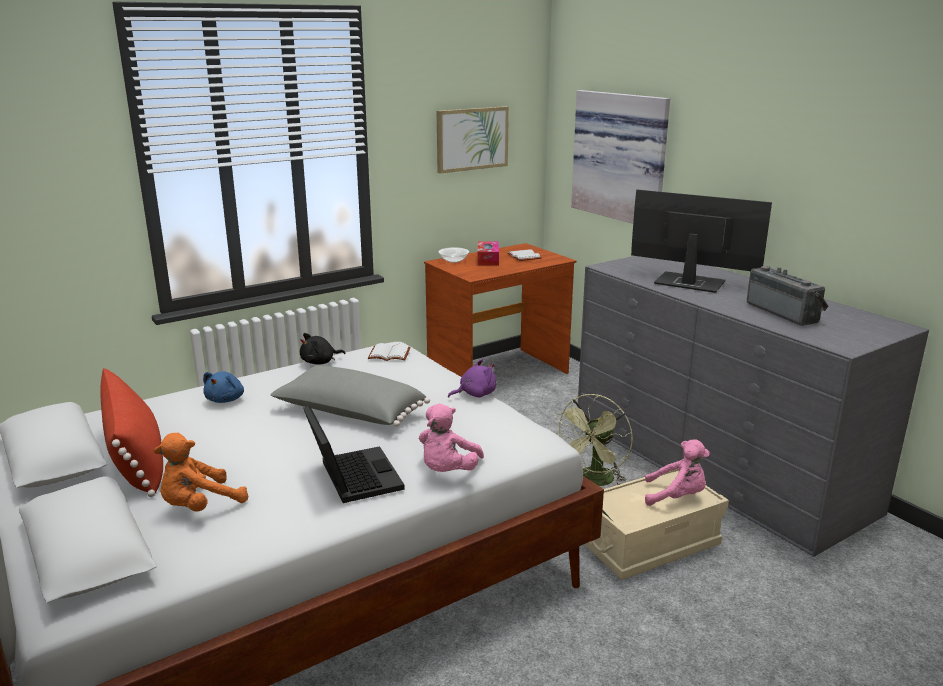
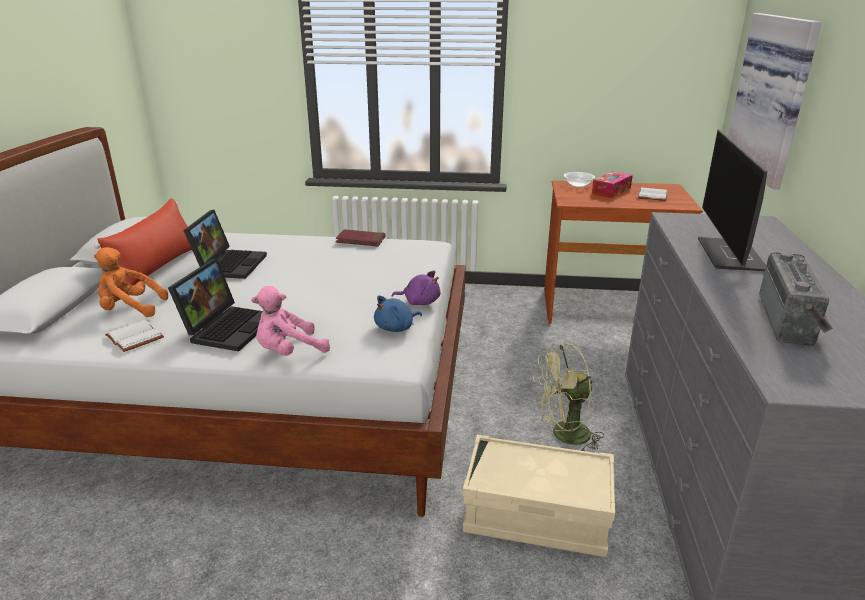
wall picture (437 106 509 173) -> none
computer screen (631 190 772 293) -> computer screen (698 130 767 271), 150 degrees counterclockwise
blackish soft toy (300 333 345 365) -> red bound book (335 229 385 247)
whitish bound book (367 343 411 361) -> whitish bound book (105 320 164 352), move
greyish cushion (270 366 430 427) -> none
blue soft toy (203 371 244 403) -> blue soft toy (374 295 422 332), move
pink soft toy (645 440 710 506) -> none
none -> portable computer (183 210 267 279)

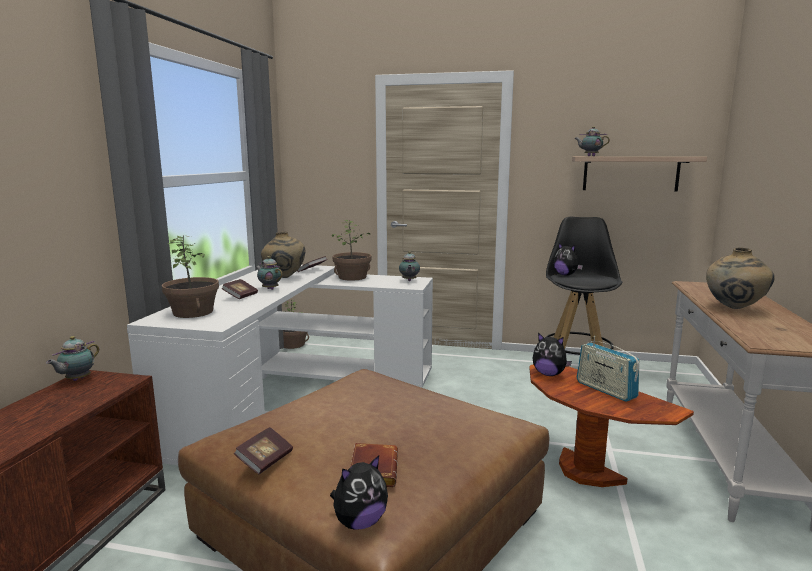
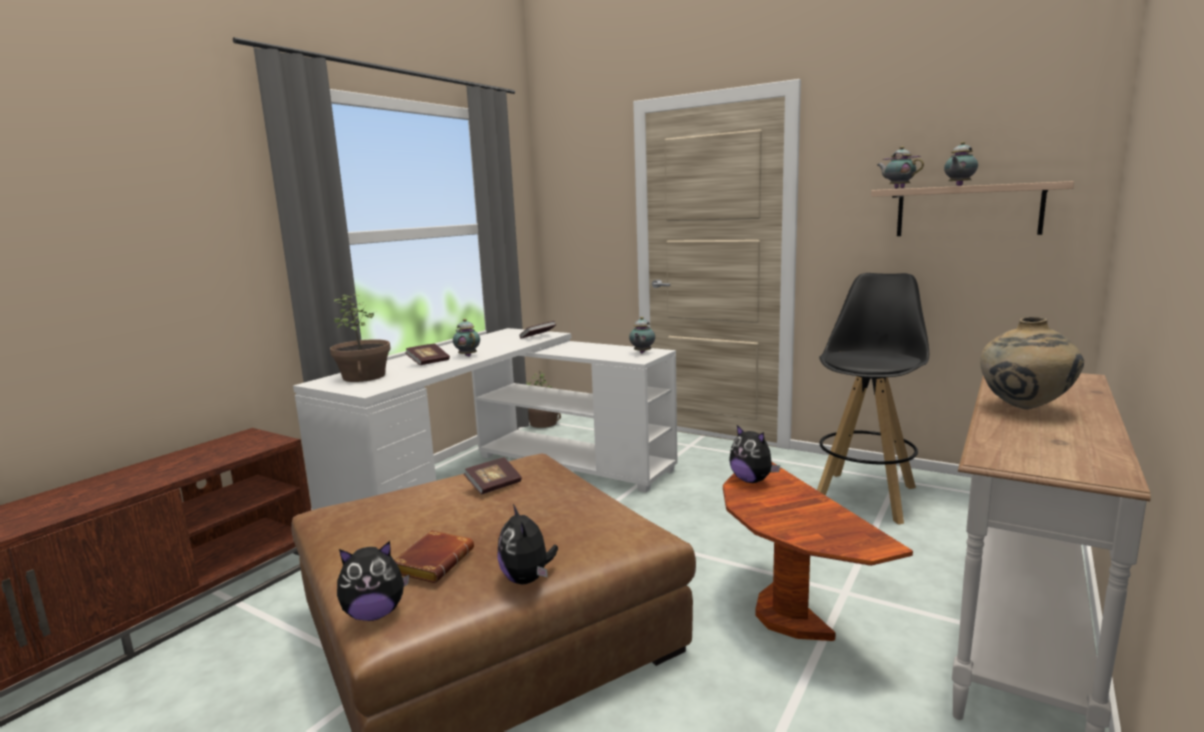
plant in a pot (332 220 371 281) -> none
beige vase (261 232 306 278) -> none
soft toy (554 243 583 275) -> soft toy (498 504 558 584), move
teapot (46 336 99 381) -> teapot (944 142 978 186), move
radio (577 336 640 402) -> none
bound book (234 427 293 474) -> bound book (464 457 522 494), move

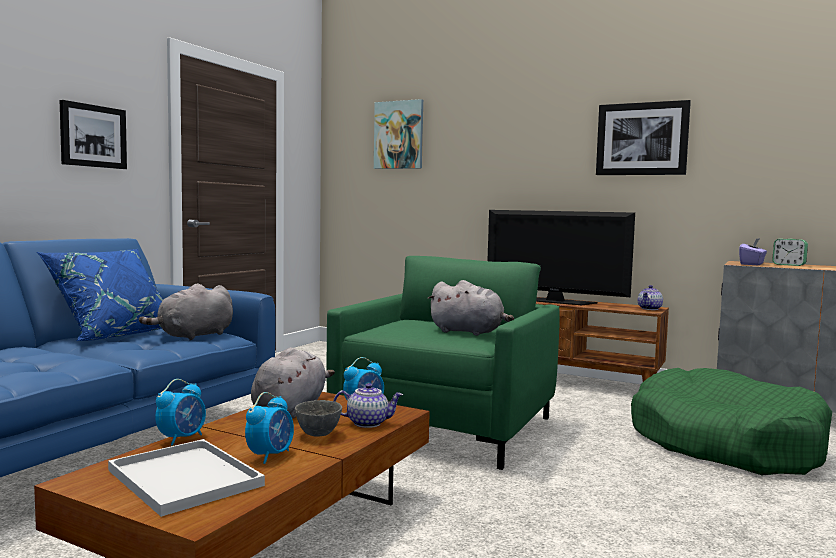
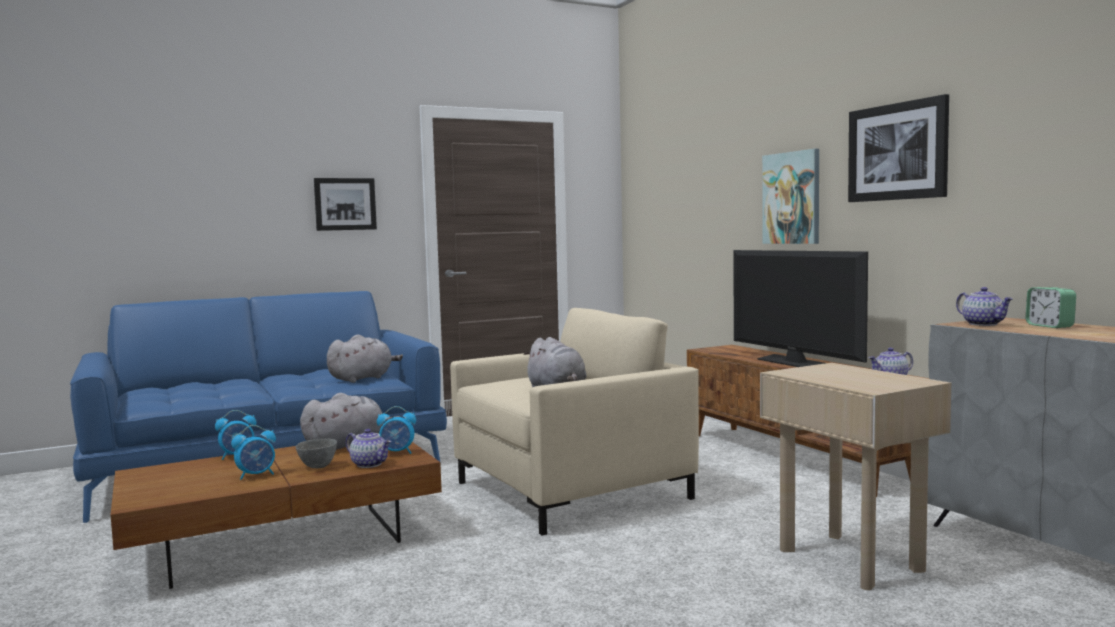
wall picture (374 99 423 169) -> wall picture (762 149 819 244), move
purple-coloured tissue holder (739 238 767 265) -> teapot (956 287 1013 326)
blue cushion (37 249 163 341) -> none
green lounge chair (327 256 560 470) -> beige lounge chair (450 308 699 536)
greyish soft toy (139 284 233 340) -> greyish soft toy (327 335 403 383), 150 degrees clockwise
green dog cushion (631 368 832 475) -> beige side table (760 363 951 590)
whitish serving tray (108 439 265 517) -> none

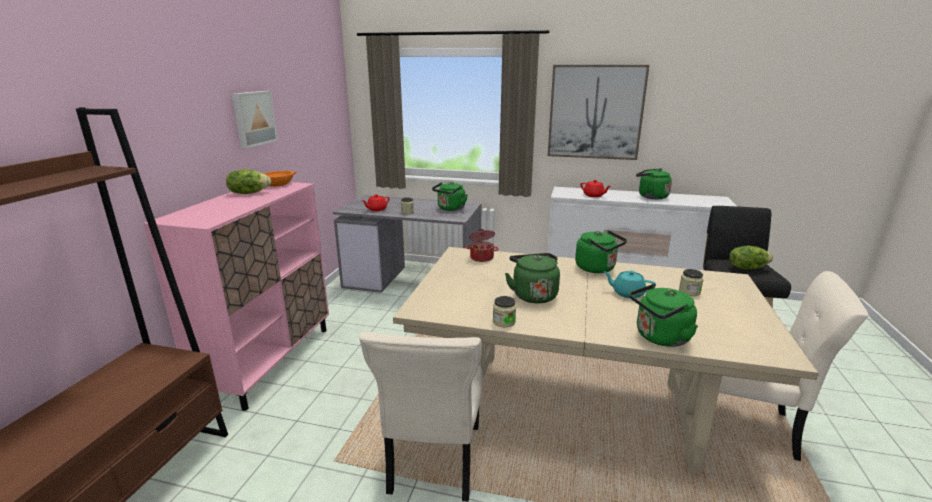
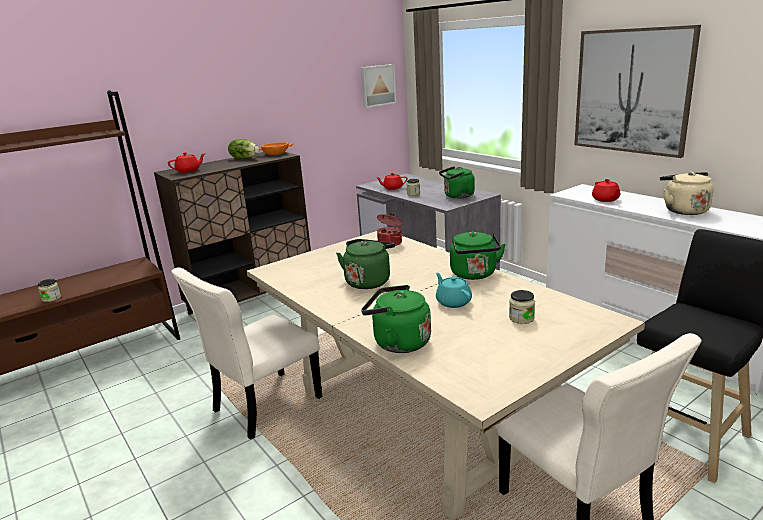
wall picture (232 91 278 148) -> wall picture (361 64 396 108), move
green water kettle (636 168 672 199) -> beige water kettle (660 172 714 215)
pink cupboard (144 182 329 411) -> brown cupboard (154 152 311 315)
head of lettuce (729 246 773 269) -> none
storage jar (493 296 516 327) -> storage jar (38 279 61 302), move
none -> red teapot (168 152 206 173)

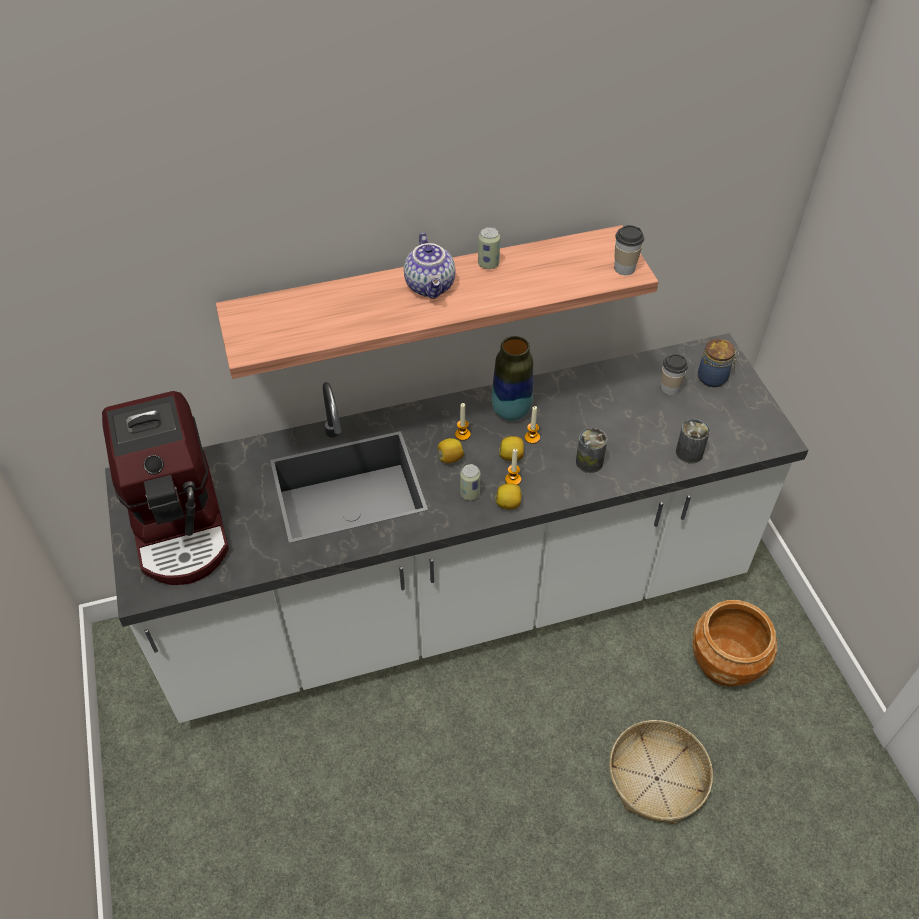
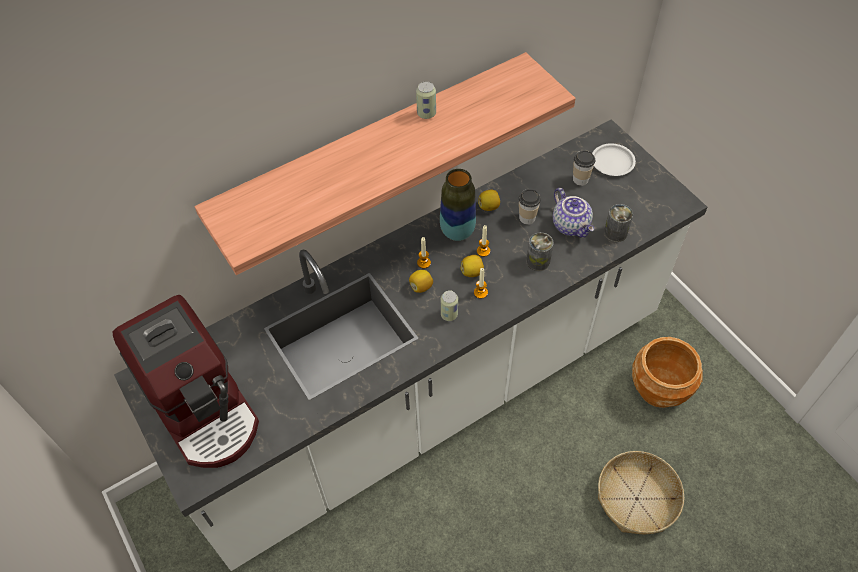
cup (614 225 644 275) -> cup (519 189 541 225), move
teapot (404 233 456 299) -> teapot (553 188 594 238), move
storage jar (698 339 739 387) -> whitish flat dish (592 143 636 176)
citrus fruit (495 483 522 510) -> citrus fruit (478 190 500 211), move

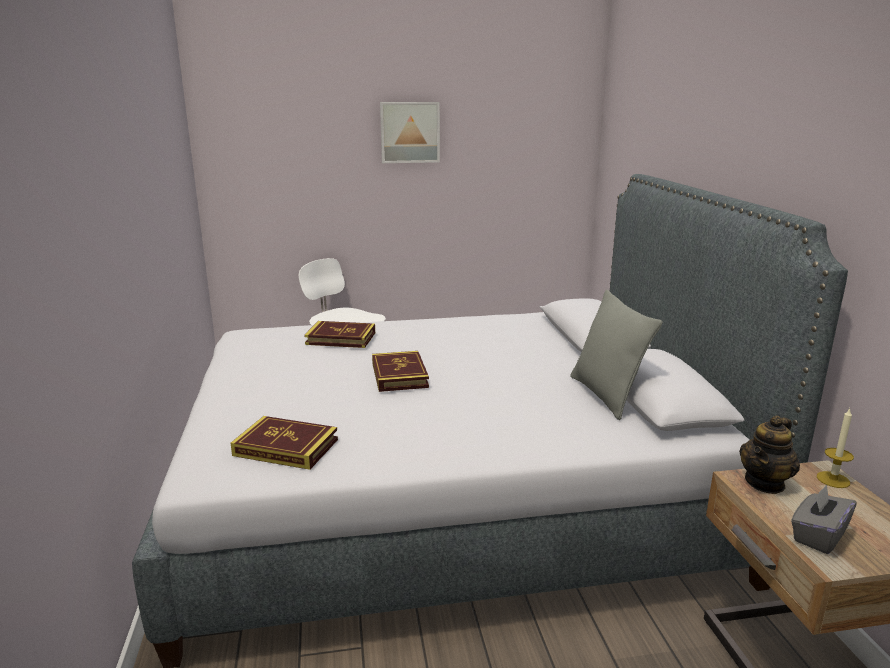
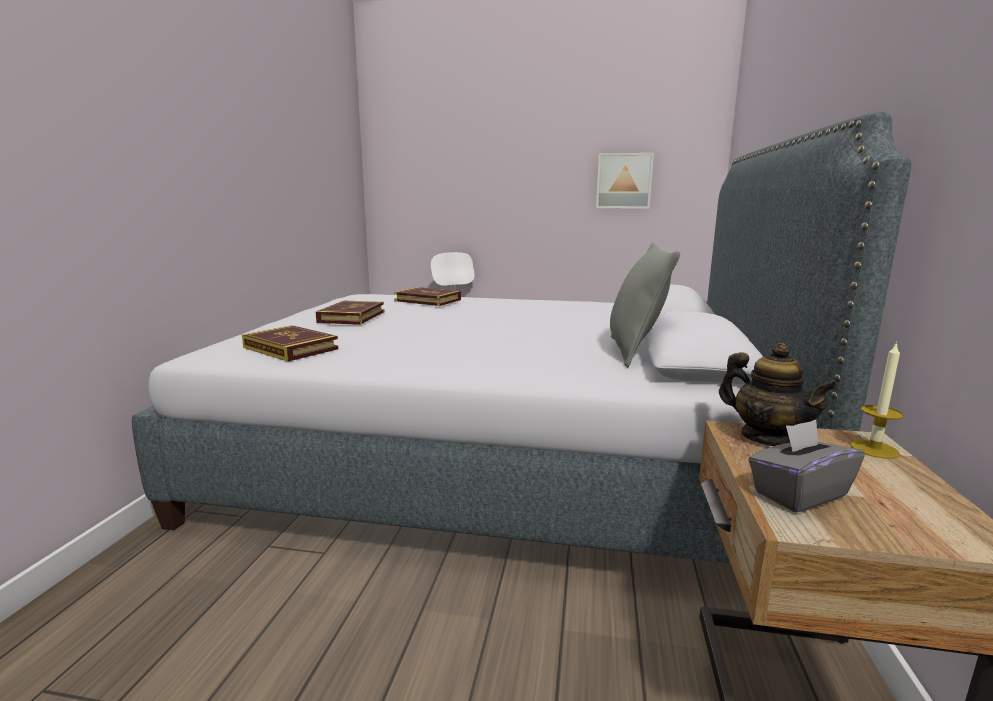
wall picture (380 102 440 163) -> wall picture (596 153 654 209), move
bound book (372 351 429 392) -> bound book (316 301 384 325), move
teapot (739 415 800 494) -> teapot (719 343 838 446), 105 degrees counterclockwise

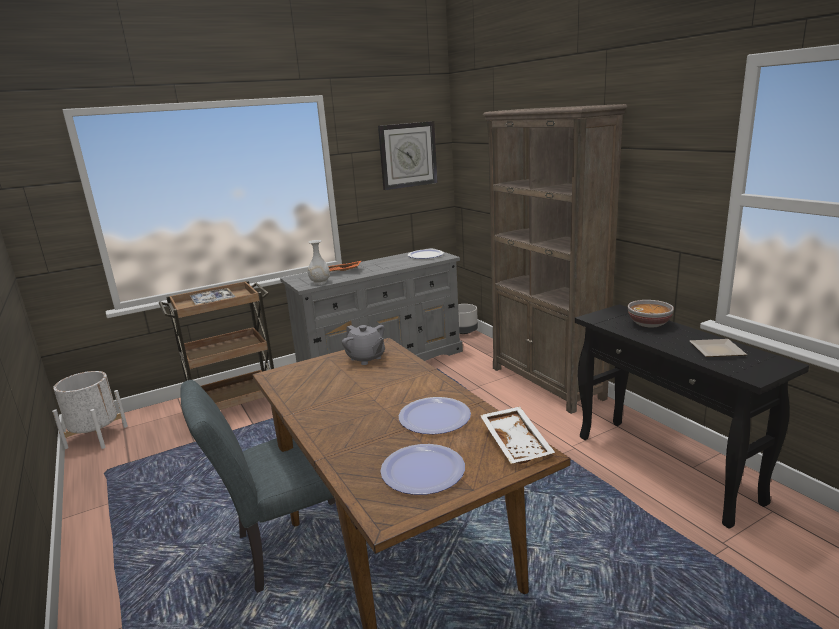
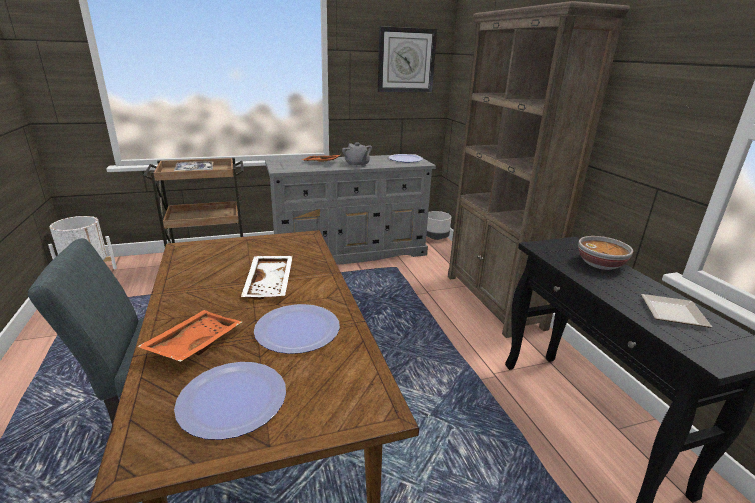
whitish vase (308 240 330 285) -> none
greyish teapot (342 325 385 365) -> greyish teapot (342 142 372 167), move
whitish serving tray (480 407 555 464) -> whitish serving tray (241 256 293 300), move
none -> orange-coloured serving tray (137 310 242 362)

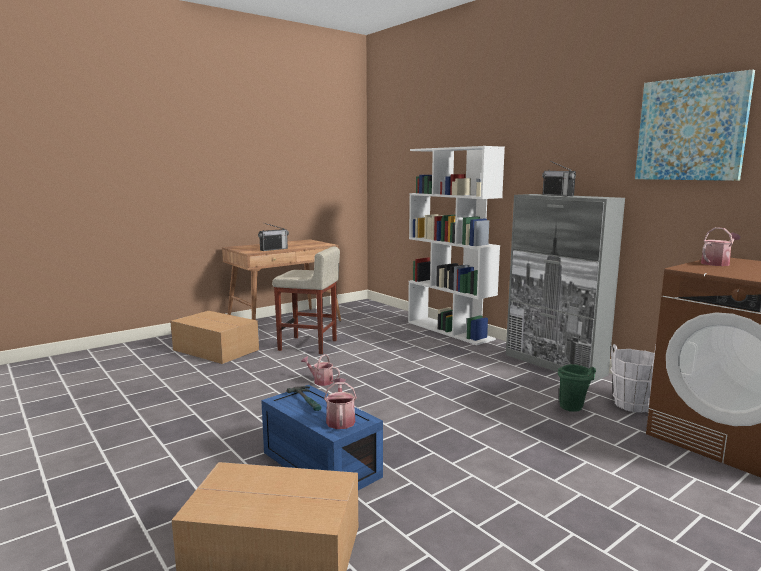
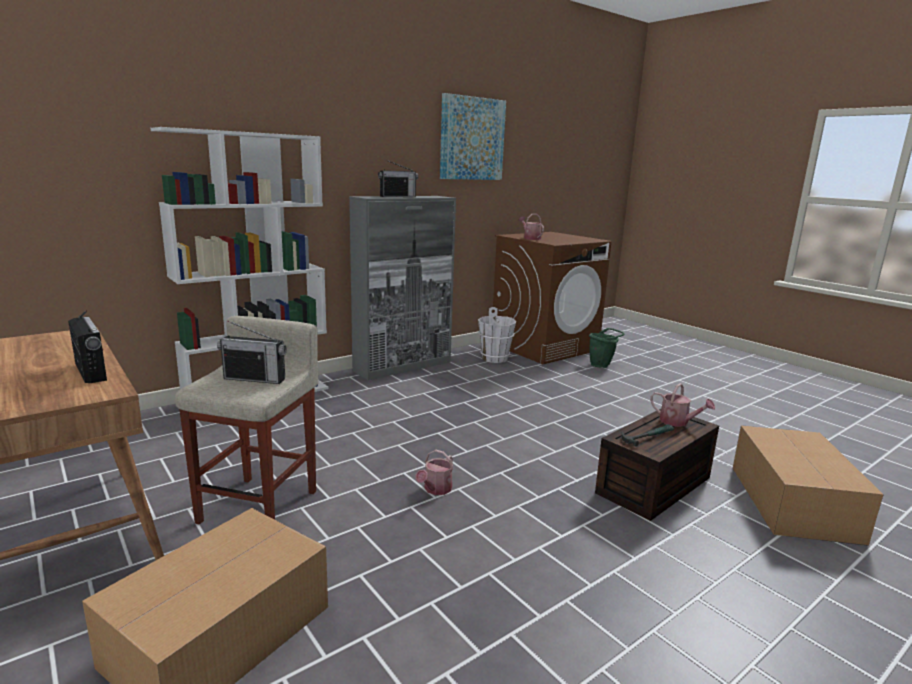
green bucket (558 364 596 412) -> green bucket (589 328 624 368), move
watering can (324 378 357 429) -> watering can (650 383 715 427), 135 degrees counterclockwise
blue storage bin (261 385 383 490) -> brown storage bin (595 409 719 521)
none -> radio (217 321 287 384)

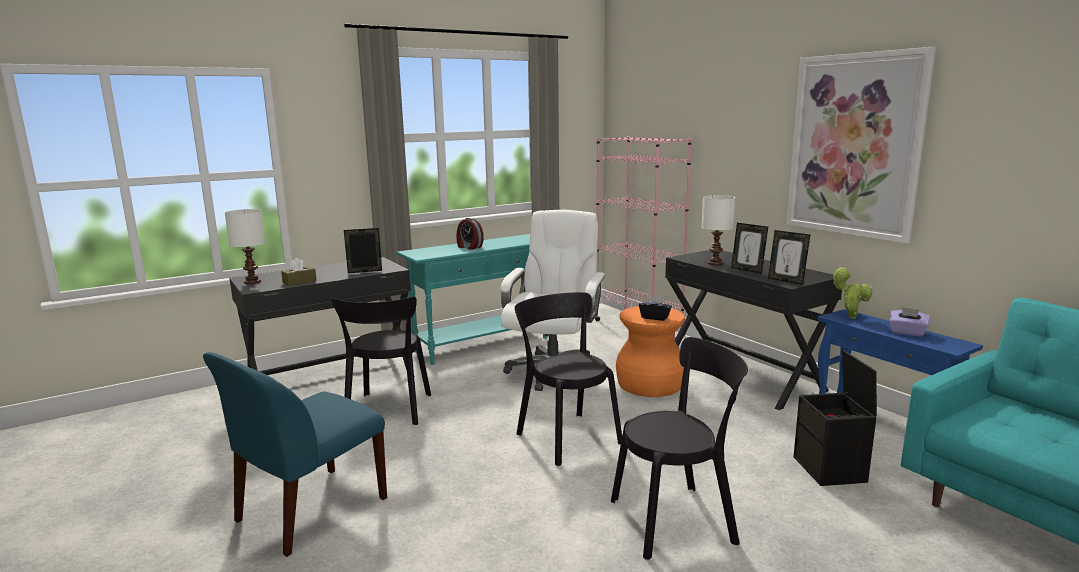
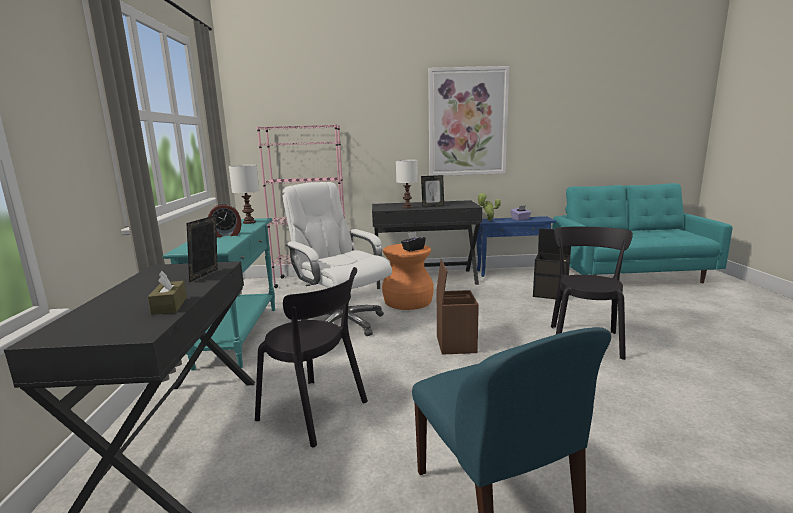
whitish tabletop lamp (225 209 265 284) -> whitish tabletop lamp (229 165 259 224), move
standing frame (768 230 810 285) -> none
blackish chair (514 292 622 466) -> brown storage bin (436 260 479 355)

